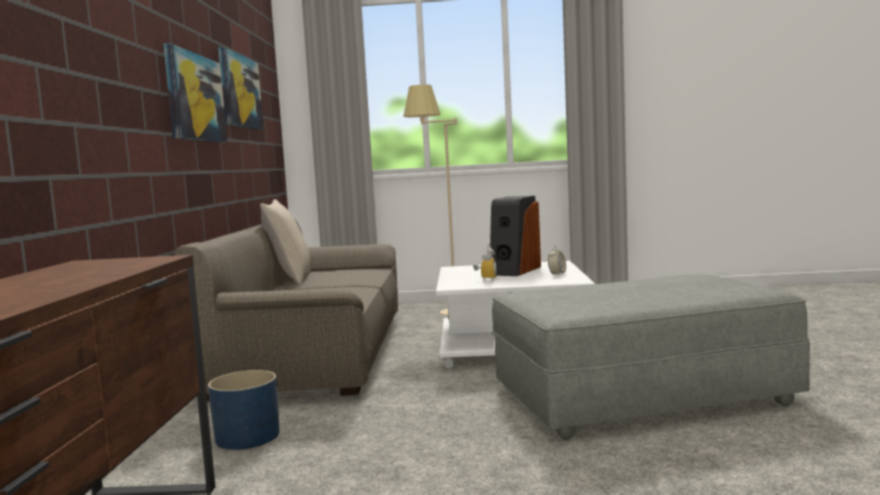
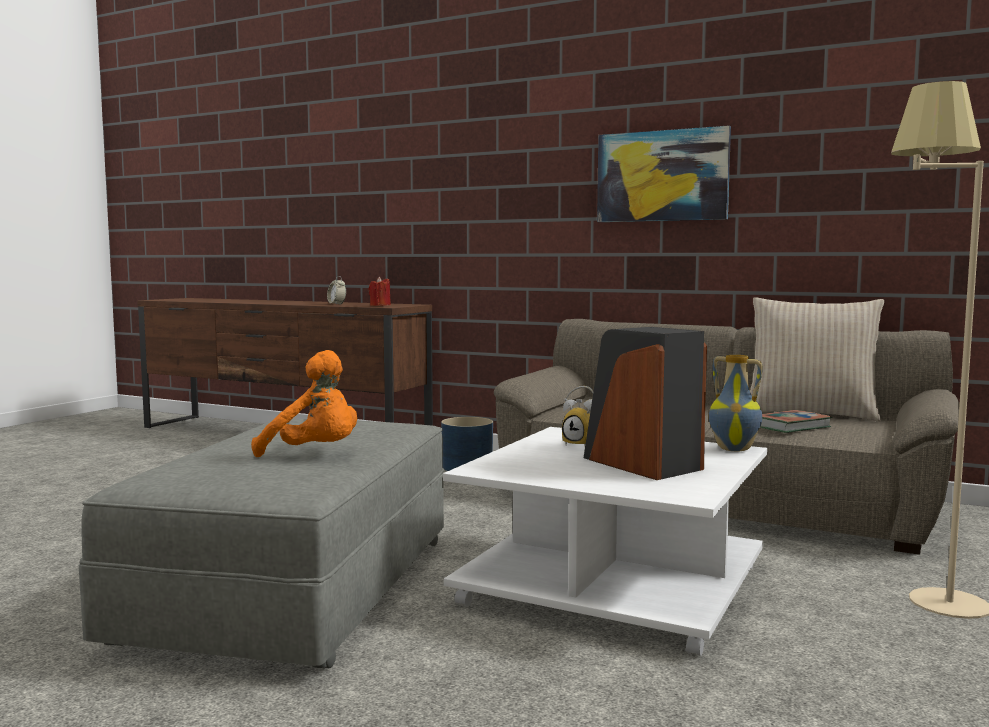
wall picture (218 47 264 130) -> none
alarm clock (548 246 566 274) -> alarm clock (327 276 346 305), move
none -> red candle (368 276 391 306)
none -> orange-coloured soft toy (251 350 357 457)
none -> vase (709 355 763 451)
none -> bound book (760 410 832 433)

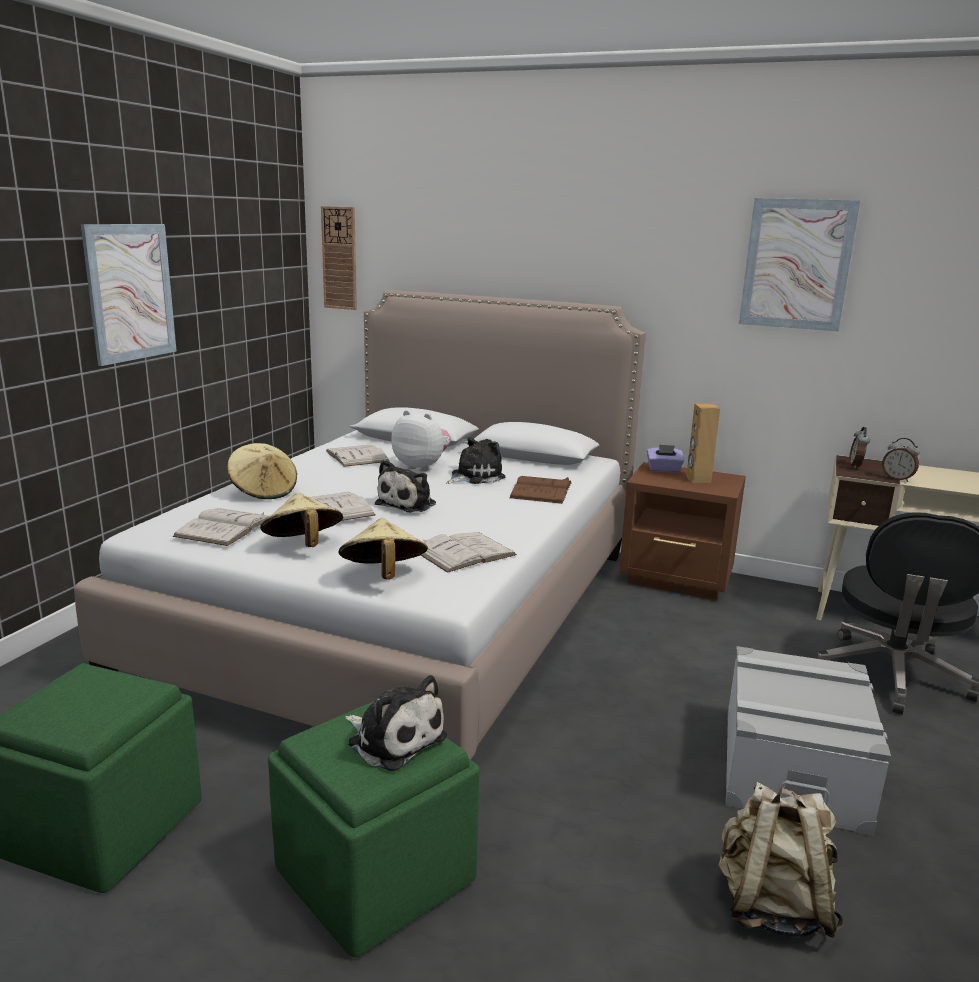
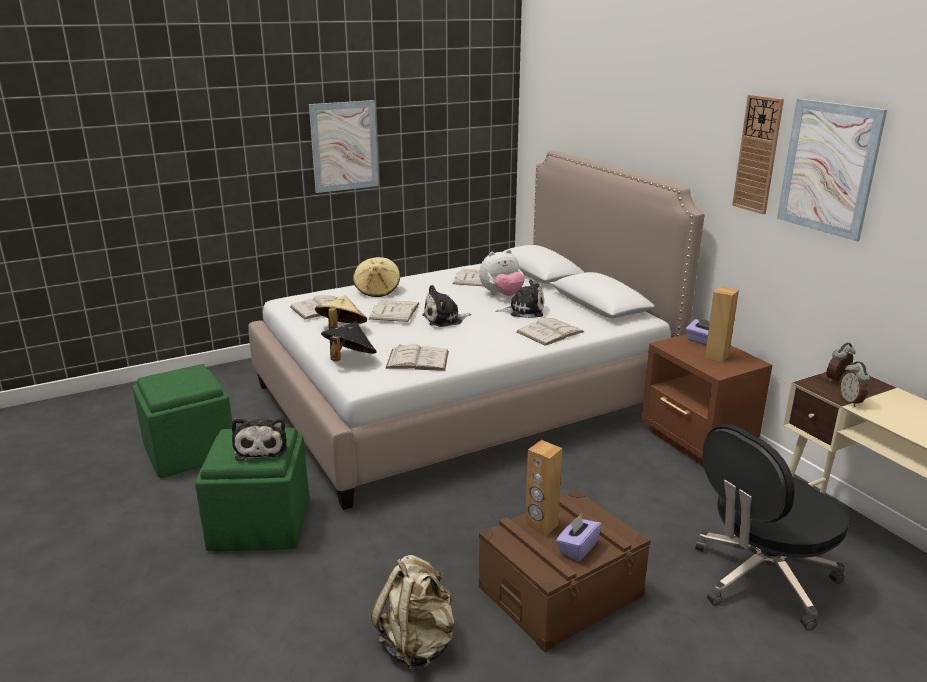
wall clock (321 206 357 310) -> wall clock (732 95 784 214), move
soft toy (391 410 451 472) -> soft toy (479 249 525 296), 90 degrees clockwise
brown bound book (509 476 572 504) -> whitish bound book (517 318 584 346)
beige hat (339 518 428 580) -> blackish hat (321 322 377 362)
greyish storage bin (726 646 891 836) -> brown storage bin (479 490 651 652)
none -> brown loudspeaker (525 440 562 536)
none -> purple-coloured tissue holder (556 514 602 562)

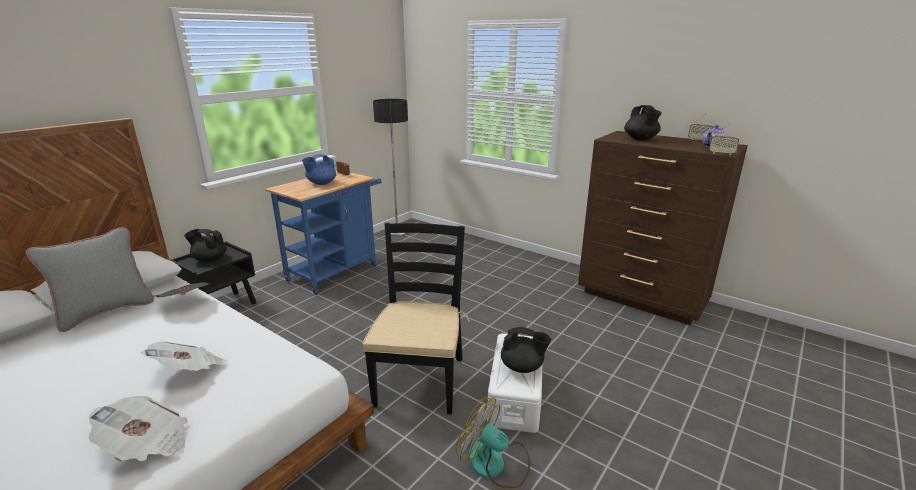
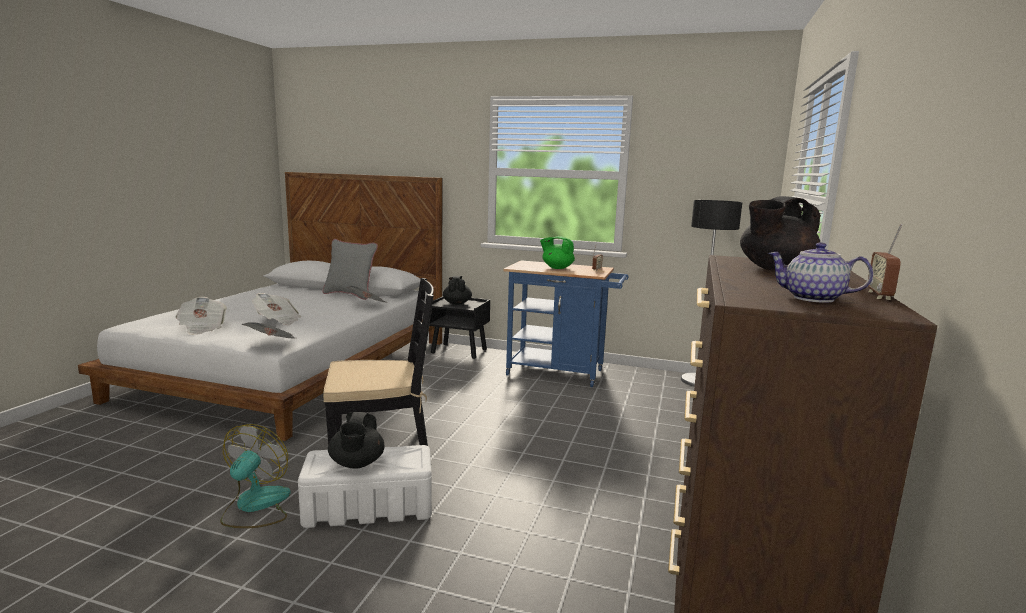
radio (709 123 739 156) -> none
blue teapot (302 154 336 185) -> green teapot (540 236 575 269)
none -> printed paper (241 322 295 339)

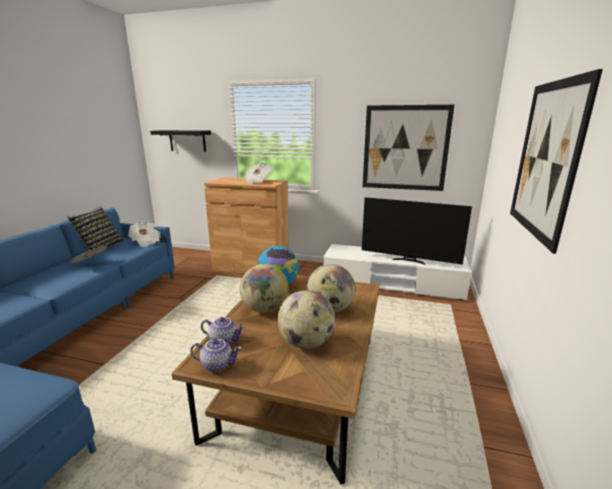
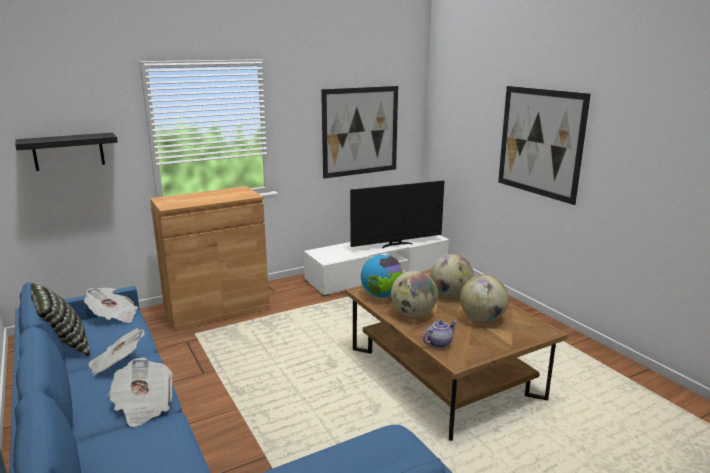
printed paper (244 163 273 184) -> printed paper (108 358 173 427), move
teapot (190 339 242 372) -> none

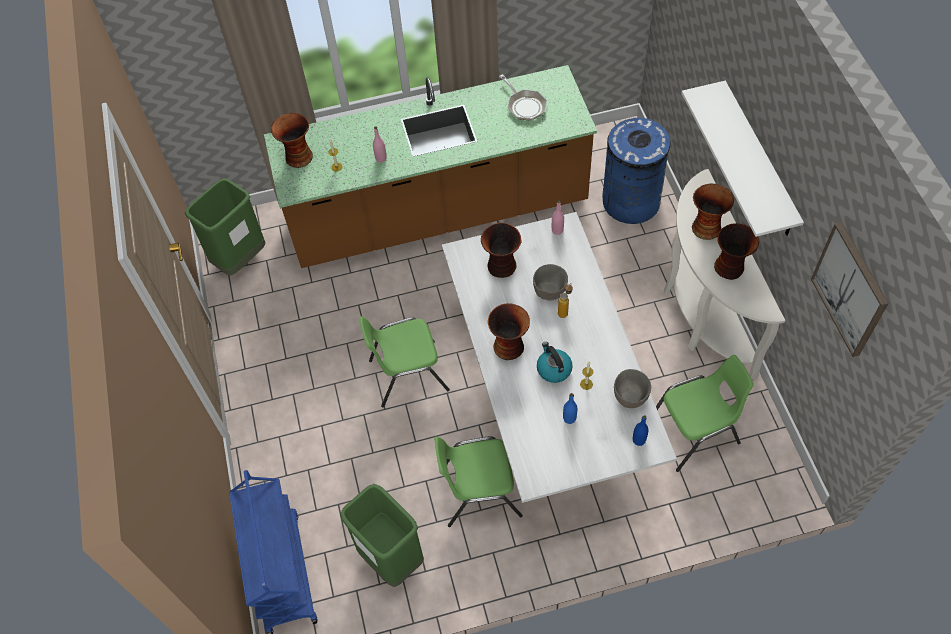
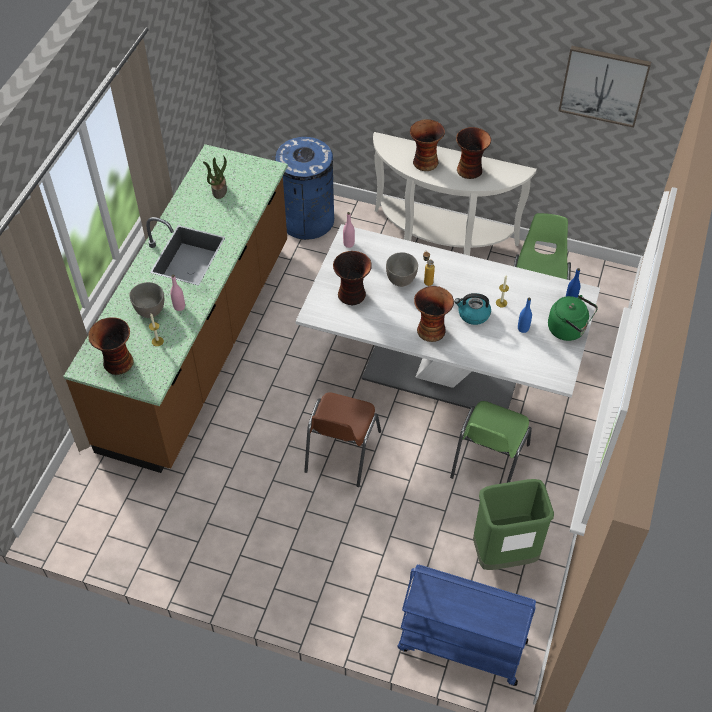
frying pan (499 74 547 120) -> plant in a pot (203 155 227 199)
whitish bracket shelf (681 81 804 237) -> none
green waste bin (185 178 266 275) -> none
green chair (359 317 450 408) -> brown chair (304 393 381 487)
greyish serving bowl (614 369 651 408) -> greyish serving bowl (129 282 164 318), move
none -> green water kettle (548 295 598 341)

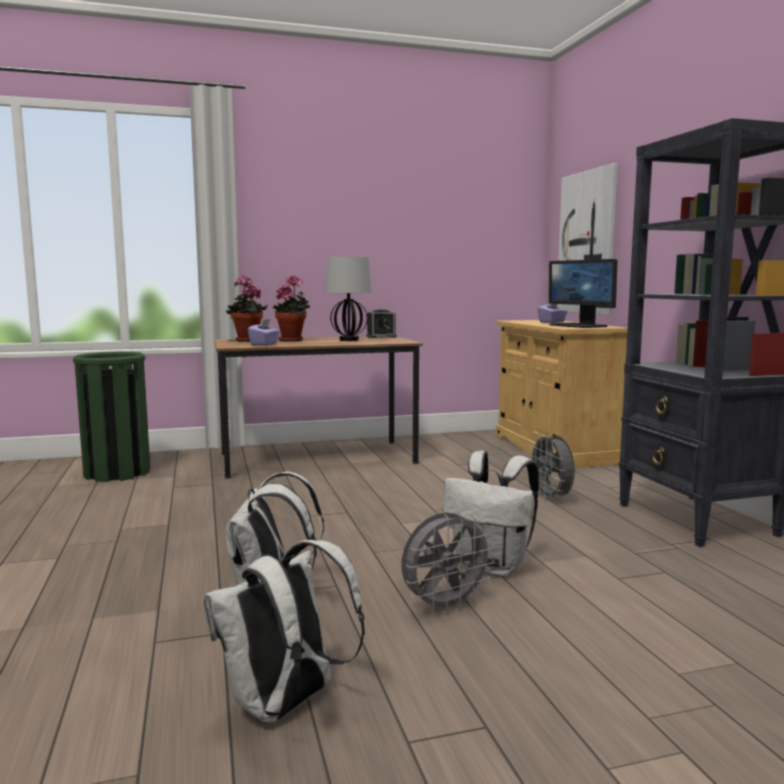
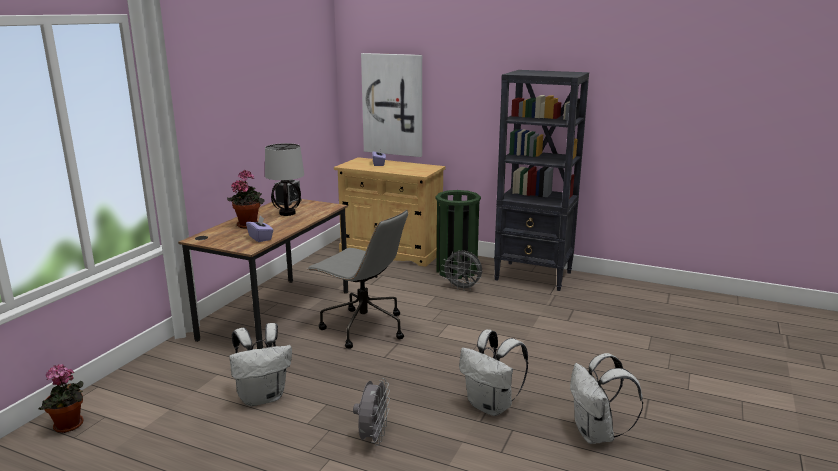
computer screen (549 259 617 328) -> none
plant in a pot (226 276 268 342) -> plant in a pot (39 364 84 433), move
green waste bin (73 352 150 482) -> green waste bin (435 190 481 279), move
whitish rucksack (443 451 539 577) -> whitish rucksack (229 323 292 406), move
greyish fan (402 512 495 614) -> greyish fan (353 378 390 446), move
none -> greyish office chair (307 209 408 349)

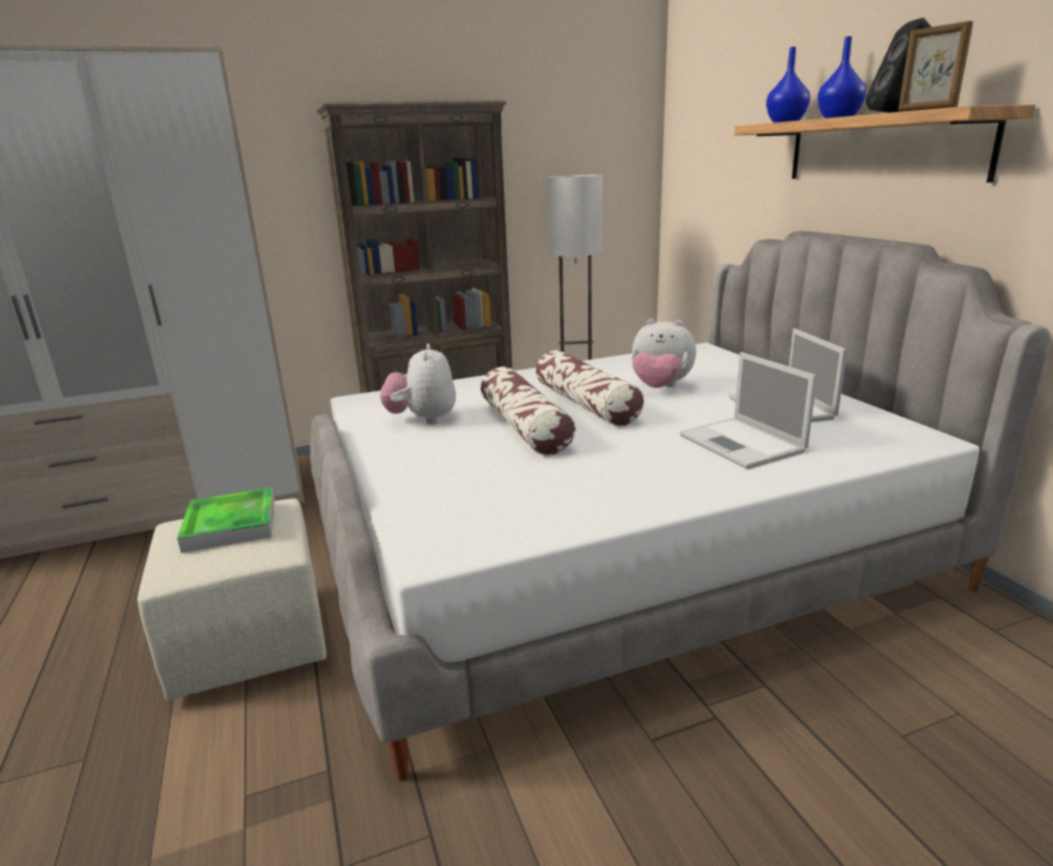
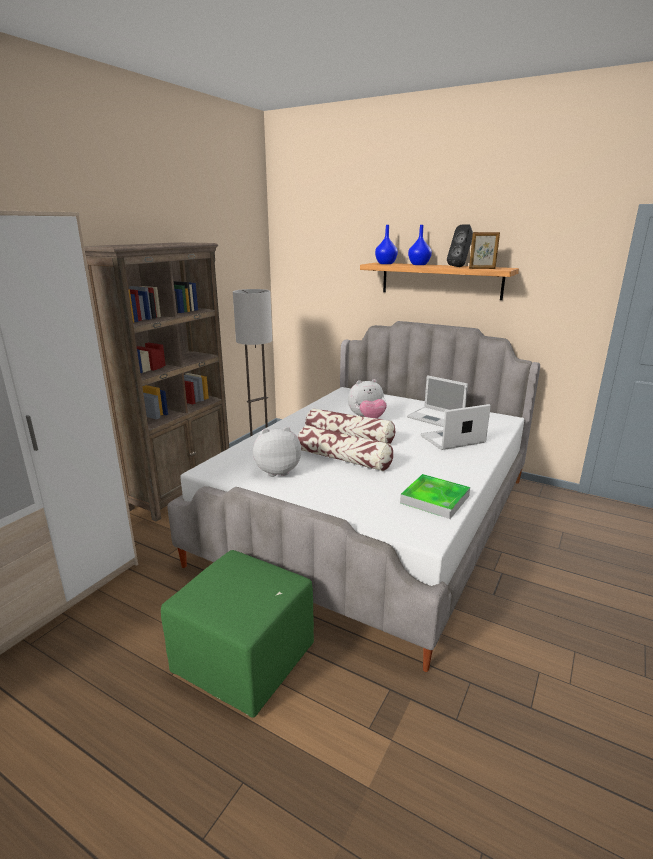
soft toy (380 344 456 424) -> soft toy (253 427 301 477), 120 degrees clockwise
portable computer (680 352 817 470) -> portable computer (421 404 491 450), 135 degrees clockwise
serving tray (177 488 275 553) -> serving tray (400 474 470 519), move
beige ottoman (137 498 327 701) -> green ottoman (161 550 314 718)

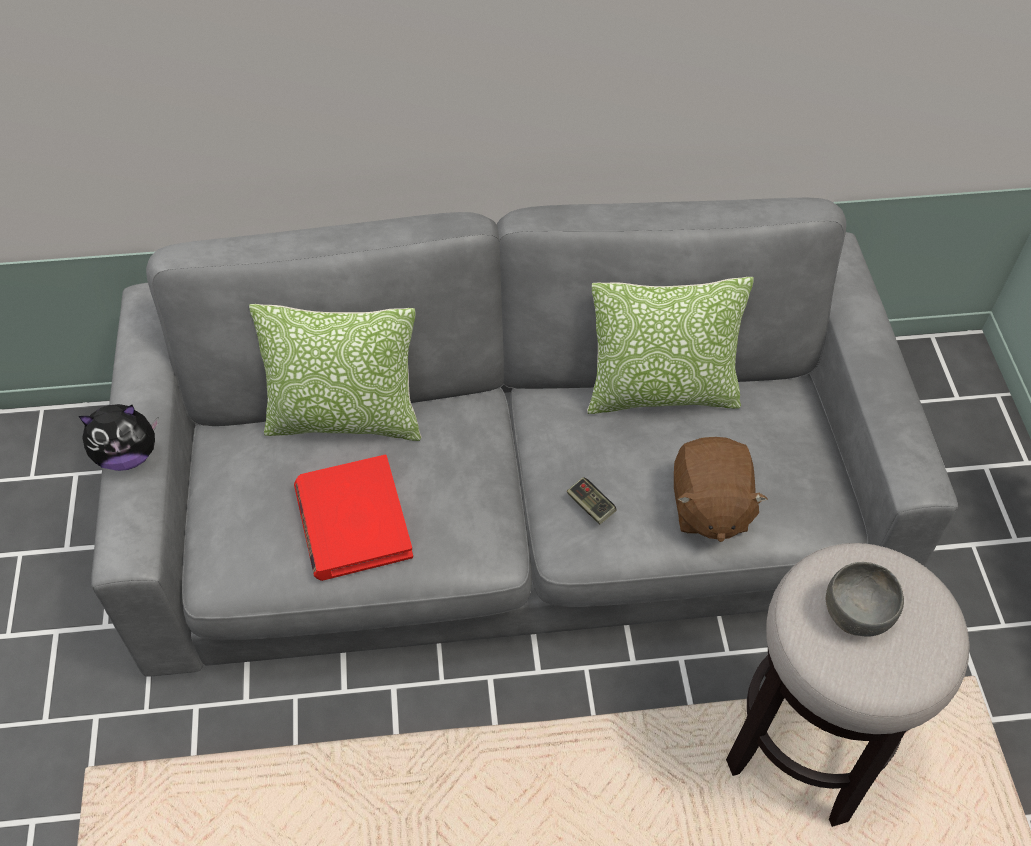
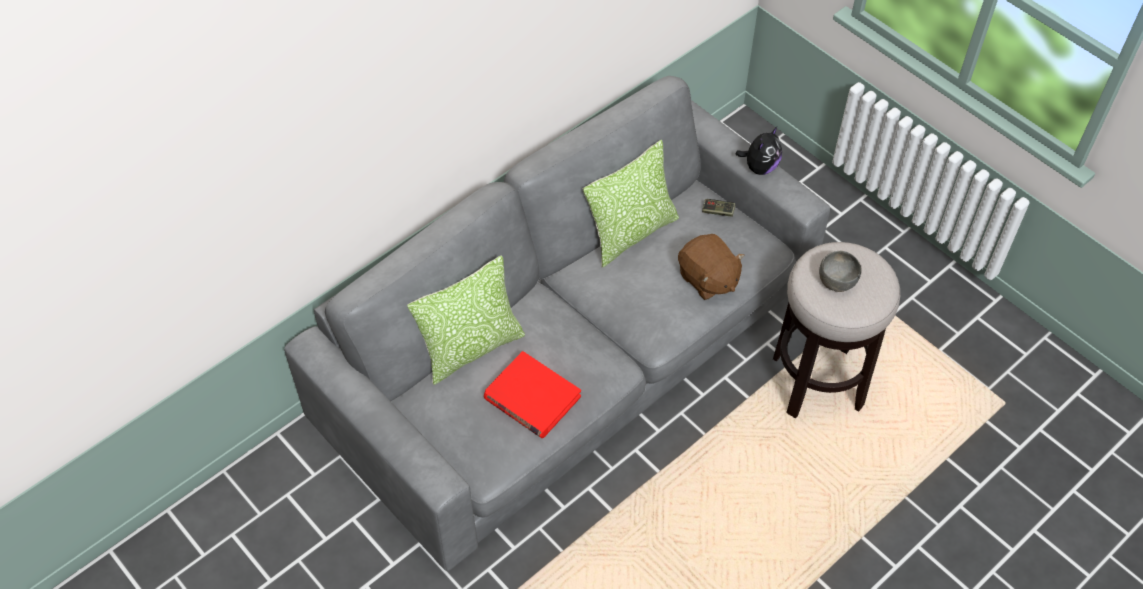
soft toy (79 404 159 471) -> soft toy (736 127 782 175), move
joypad (567 477 616 525) -> joypad (702 199 736 217), move

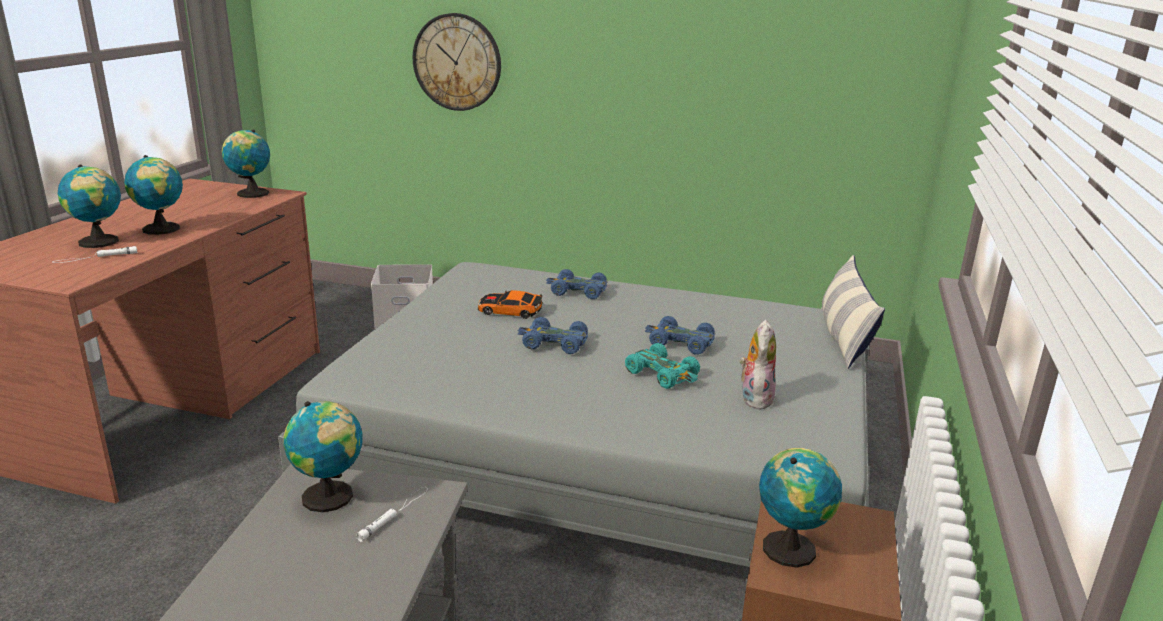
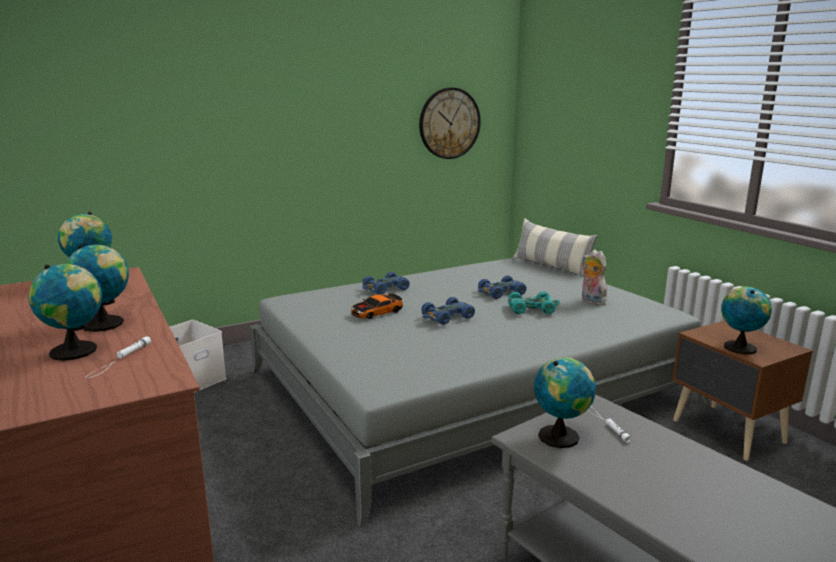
wall clock (413 13 501 111) -> wall clock (419 87 481 159), move

